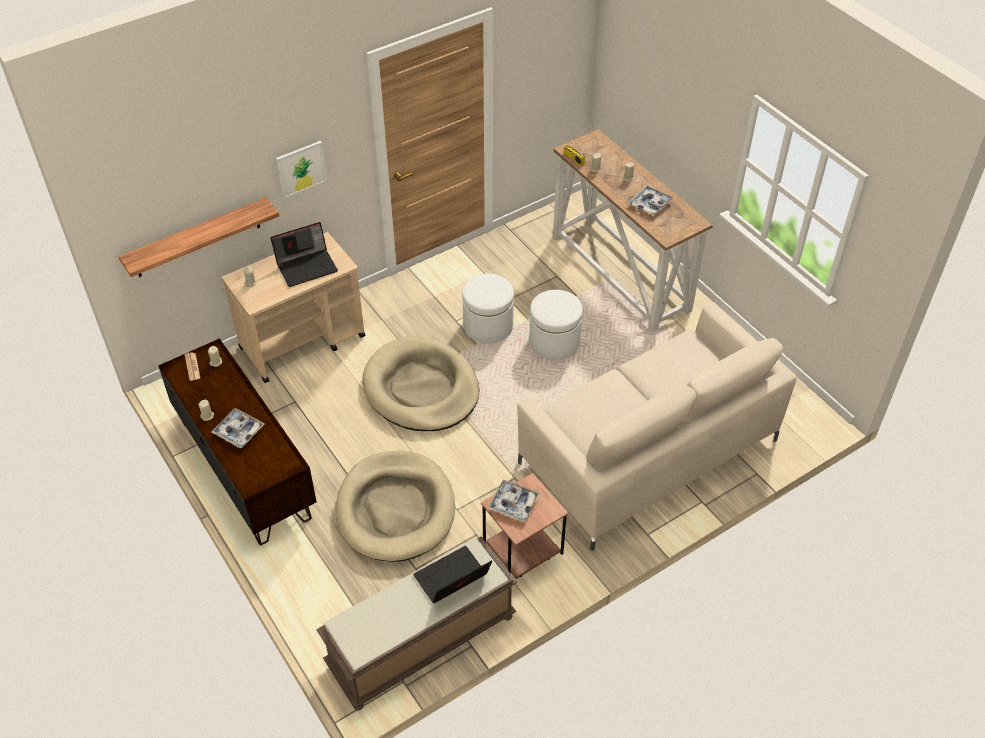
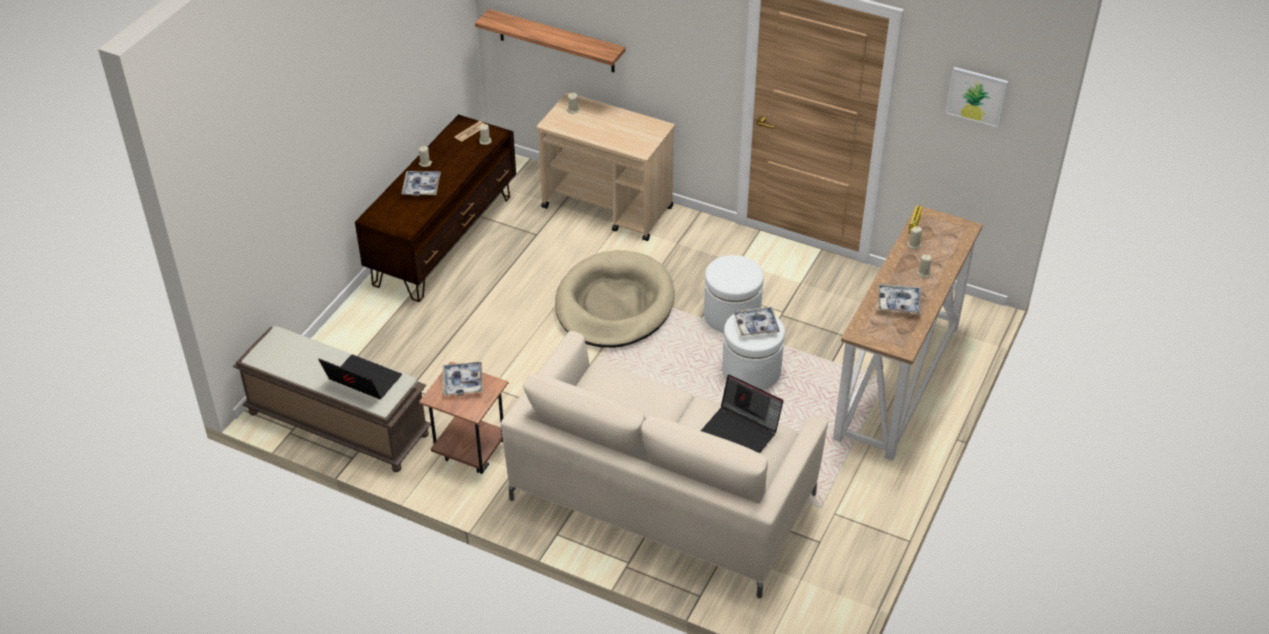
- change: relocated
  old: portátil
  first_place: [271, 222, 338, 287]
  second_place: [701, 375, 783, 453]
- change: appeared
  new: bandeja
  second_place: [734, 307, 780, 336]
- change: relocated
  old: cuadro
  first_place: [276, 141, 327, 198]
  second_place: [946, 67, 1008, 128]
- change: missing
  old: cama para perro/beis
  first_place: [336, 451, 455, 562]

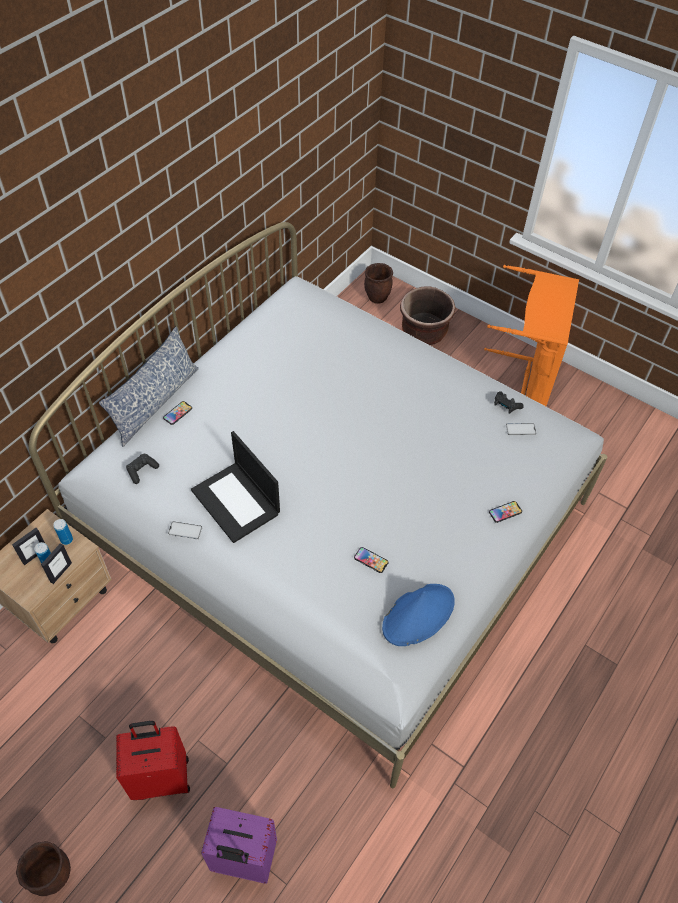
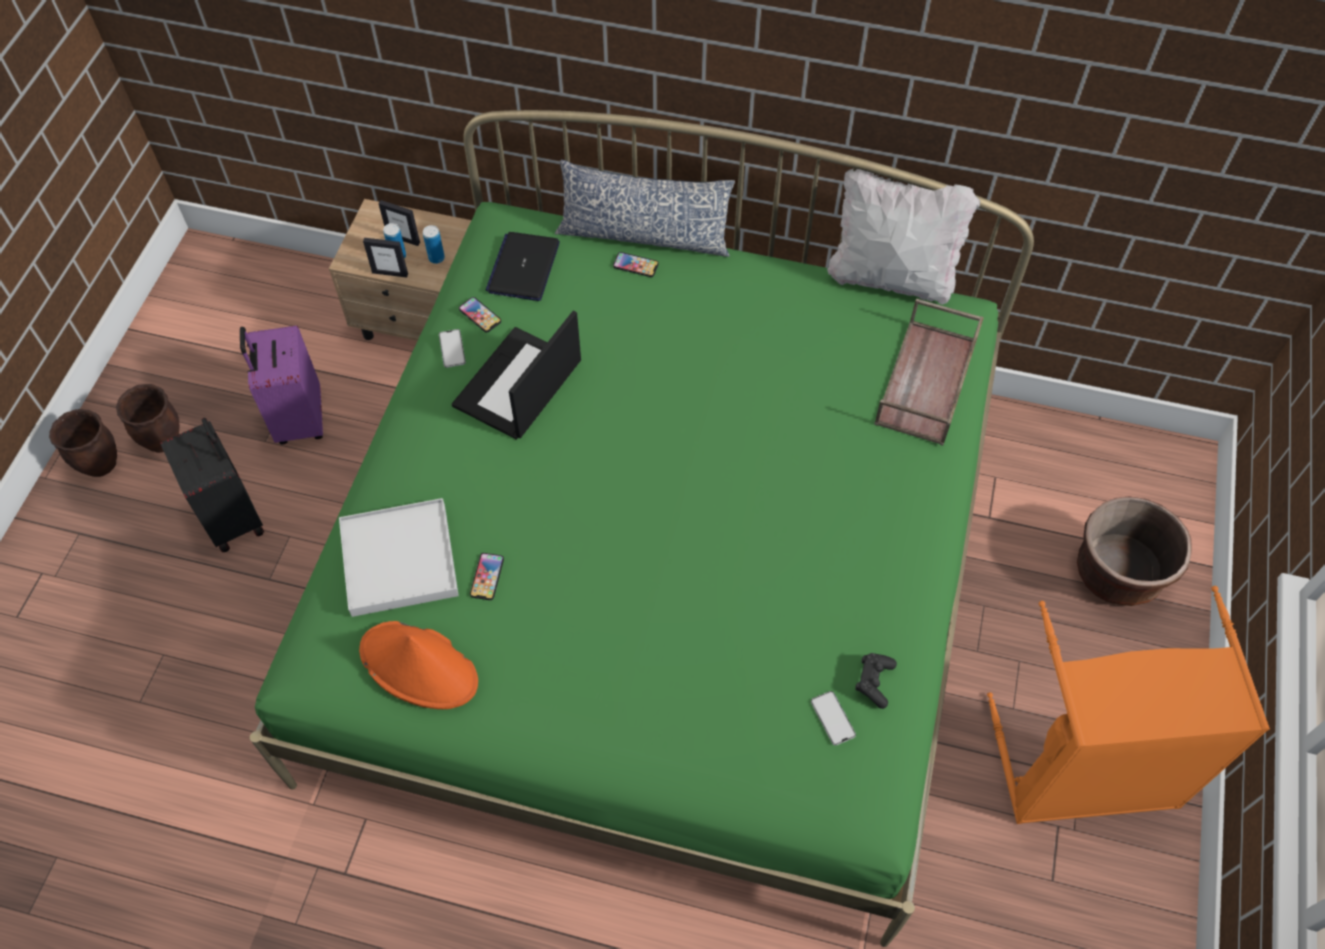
- change: relocated
  old: maceta/marrón
  first_place: [364, 263, 393, 304]
  second_place: [116, 384, 180, 453]
- change: colour
  old: maleta/rojo
  new: maleta/negro
  first_place: [116, 721, 190, 800]
  second_place: [160, 418, 264, 553]
- change: relocated
  old: maleta/morado
  first_place: [201, 807, 277, 884]
  second_place: [240, 326, 323, 444]
- change: colour
  old: cama/blanco
  new: cama/verde
  first_place: [29, 222, 607, 788]
  second_place: [250, 110, 1034, 947]
- change: appeared
  new: bandeja/blanco
  second_place: [339, 498, 459, 617]
- change: colour
  old: sombrero/azul
  new: sombrero/naranja
  first_place: [382, 584, 455, 646]
  second_place: [359, 621, 478, 709]
- change: relocated
  old: móvil
  first_place: [489, 501, 522, 523]
  second_place: [459, 297, 501, 333]
- change: exchanged
  old: mando de consola/negro
  new: portátil
  first_place: [126, 454, 159, 484]
  second_place: [486, 232, 560, 301]
- change: appeared
  new: cojín/blanco
  second_place: [827, 169, 980, 305]
- change: appeared
  new: bandeja/marrón
  second_place: [874, 299, 984, 446]

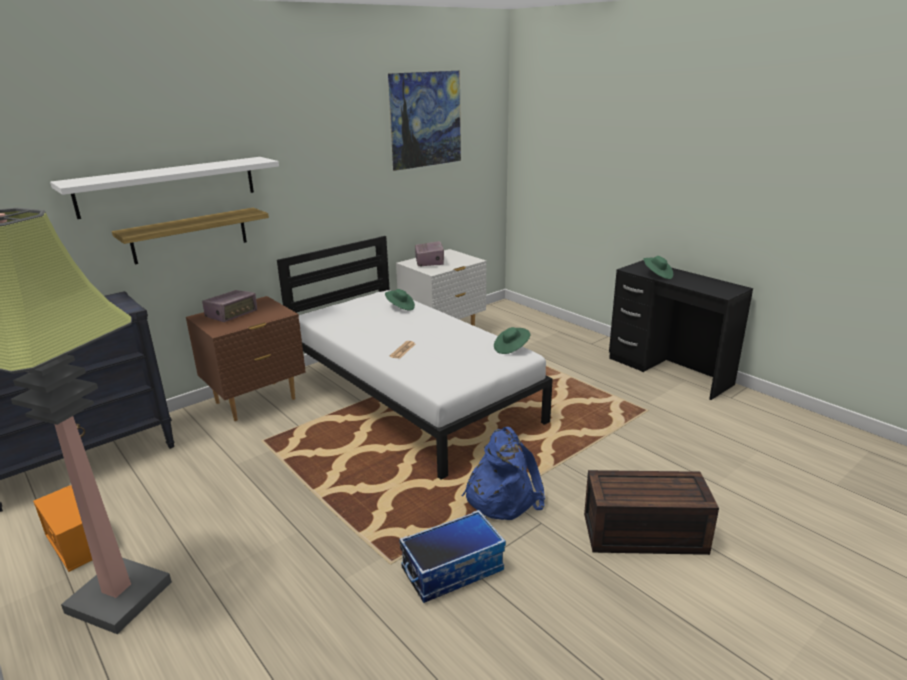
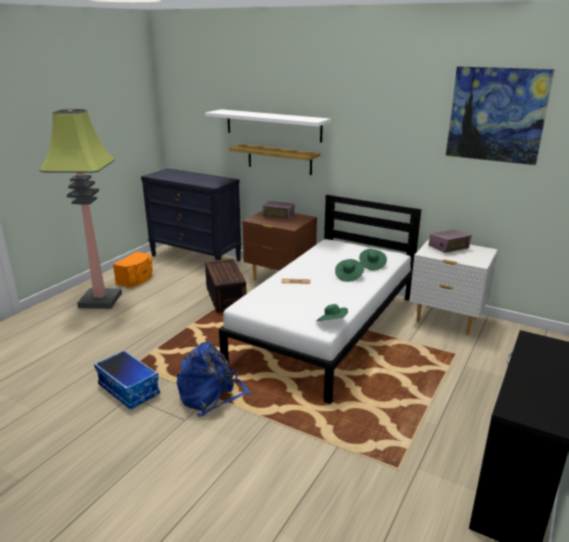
- change: relocated
  old: caja de almacenaje/marrón
  first_place: [584, 470, 719, 555]
  second_place: [205, 259, 247, 313]
- change: relocated
  old: sombrero/verde
  first_place: [644, 256, 673, 279]
  second_place: [335, 259, 364, 282]

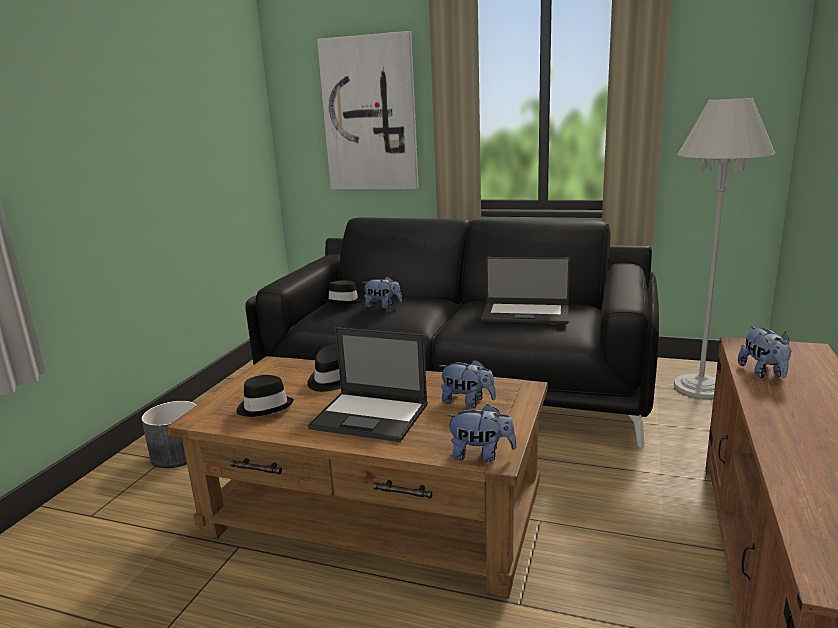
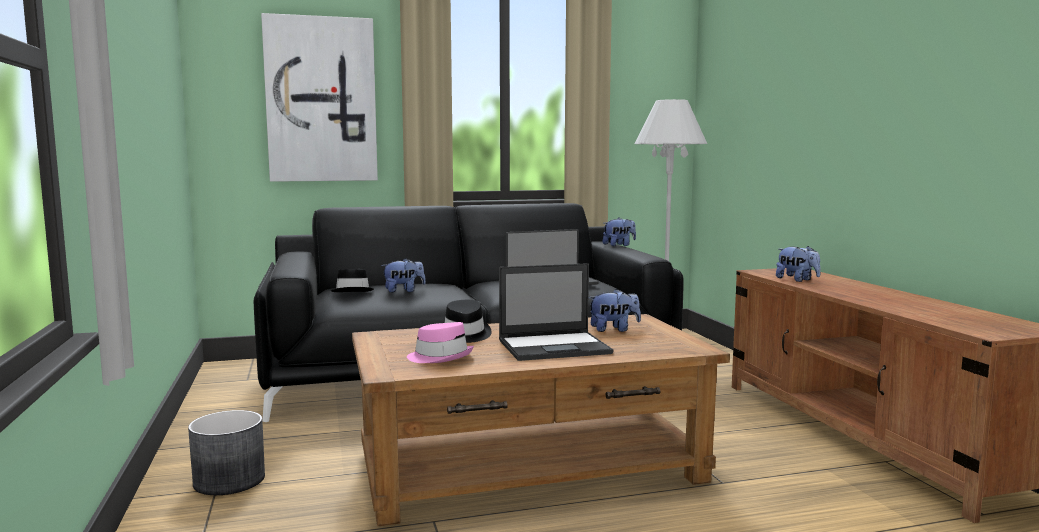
- change: colour
  old: sombrero/negro
  new: sombrero/rosa
  first_place: [237, 375, 294, 417]
  second_place: [407, 322, 474, 363]
- change: relocated
  old: peluche
  first_place: [445, 404, 517, 462]
  second_place: [603, 218, 636, 246]

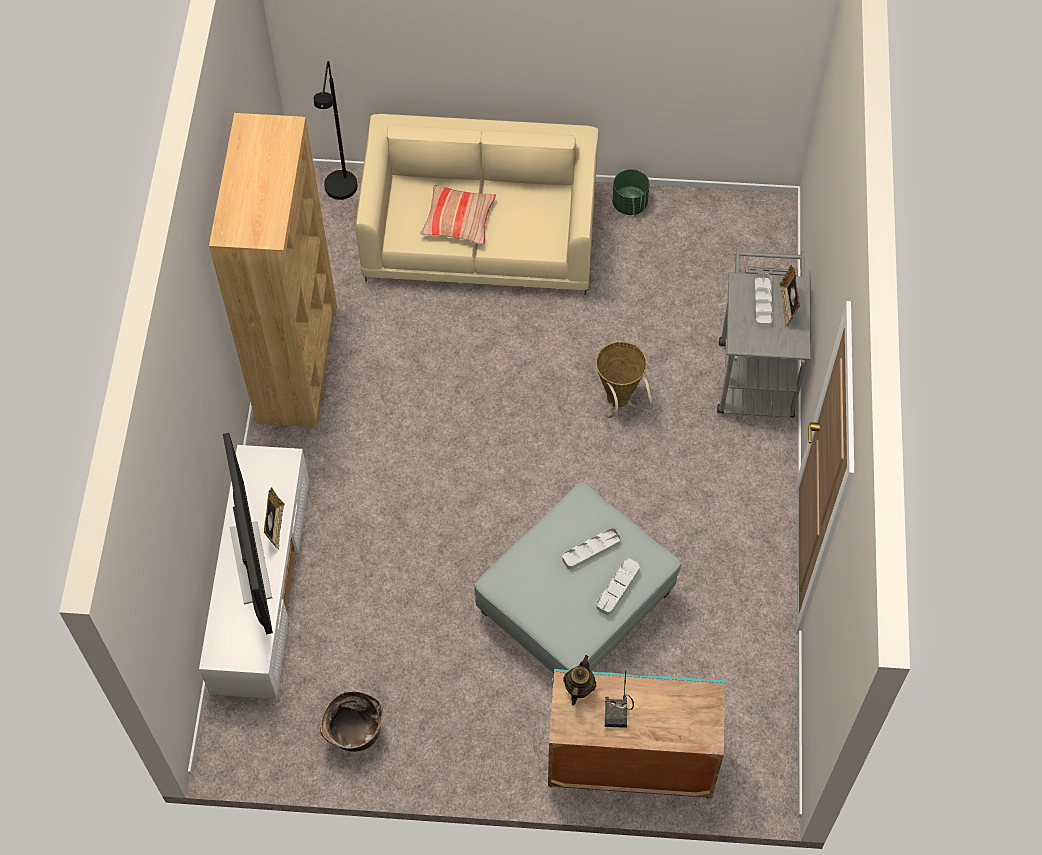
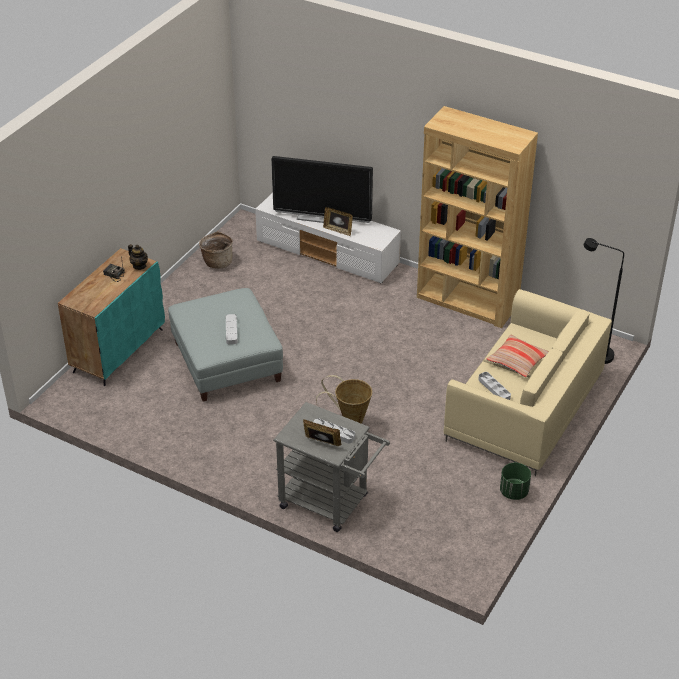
- change: relocated
  old: bandeja/gris
  first_place: [596, 558, 640, 615]
  second_place: [478, 372, 511, 400]

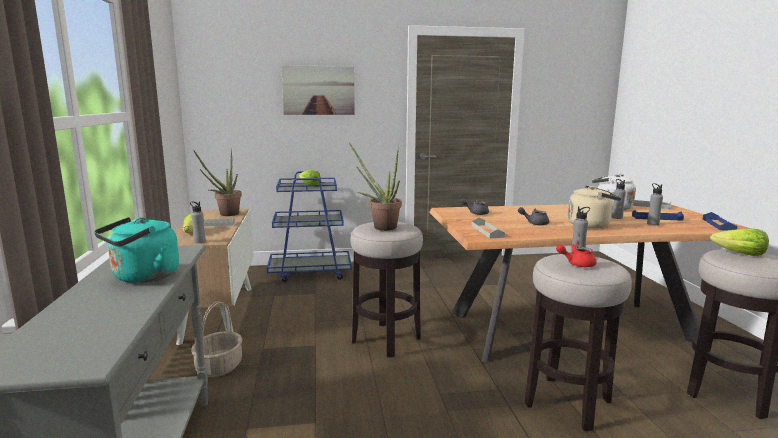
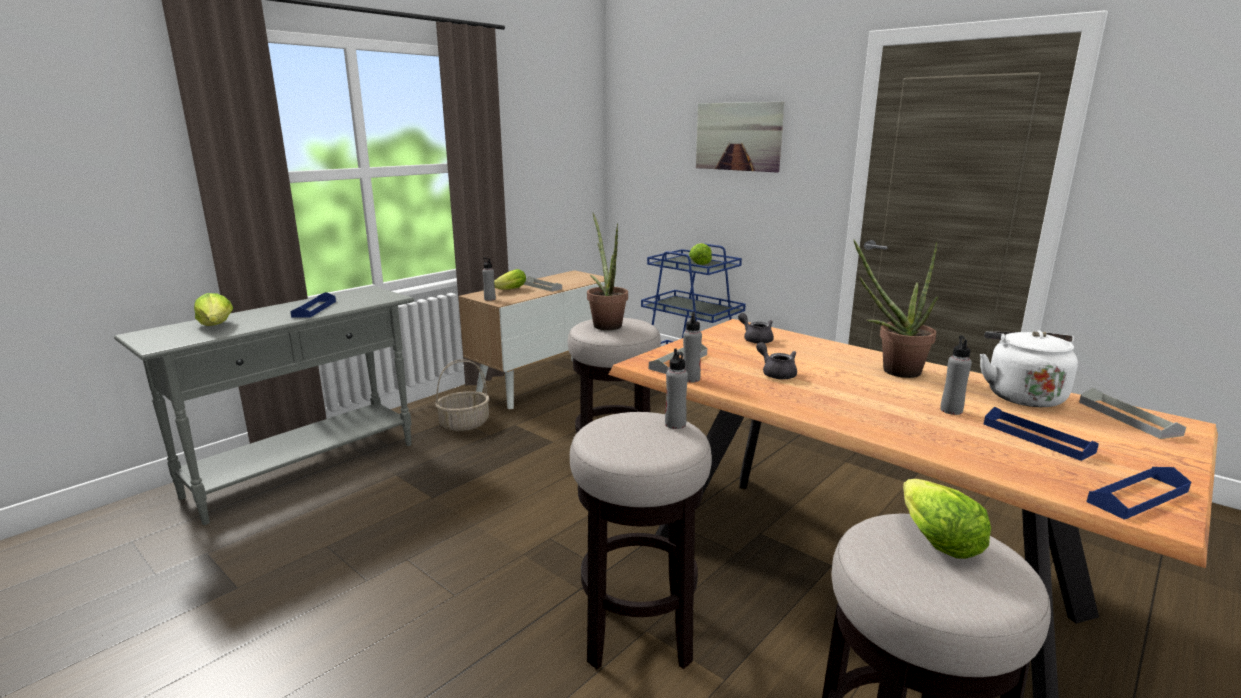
- change: appeared
  new: lechuga
  second_place: [194, 293, 233, 326]
- change: exchanged
  old: hervidor/turquesa
  new: bandeja/azul
  first_place: [94, 217, 179, 283]
  second_place: [290, 292, 336, 317]
- change: relocated
  old: botella/gris
  first_place: [647, 183, 663, 225]
  second_place: [683, 312, 702, 383]
- change: relocated
  old: planta en maceta
  first_place: [194, 149, 242, 216]
  second_place: [853, 239, 938, 378]
- change: missing
  old: tetera/rojo
  first_place: [556, 244, 597, 267]
- change: missing
  old: hervidor/beis
  first_place: [568, 186, 621, 228]

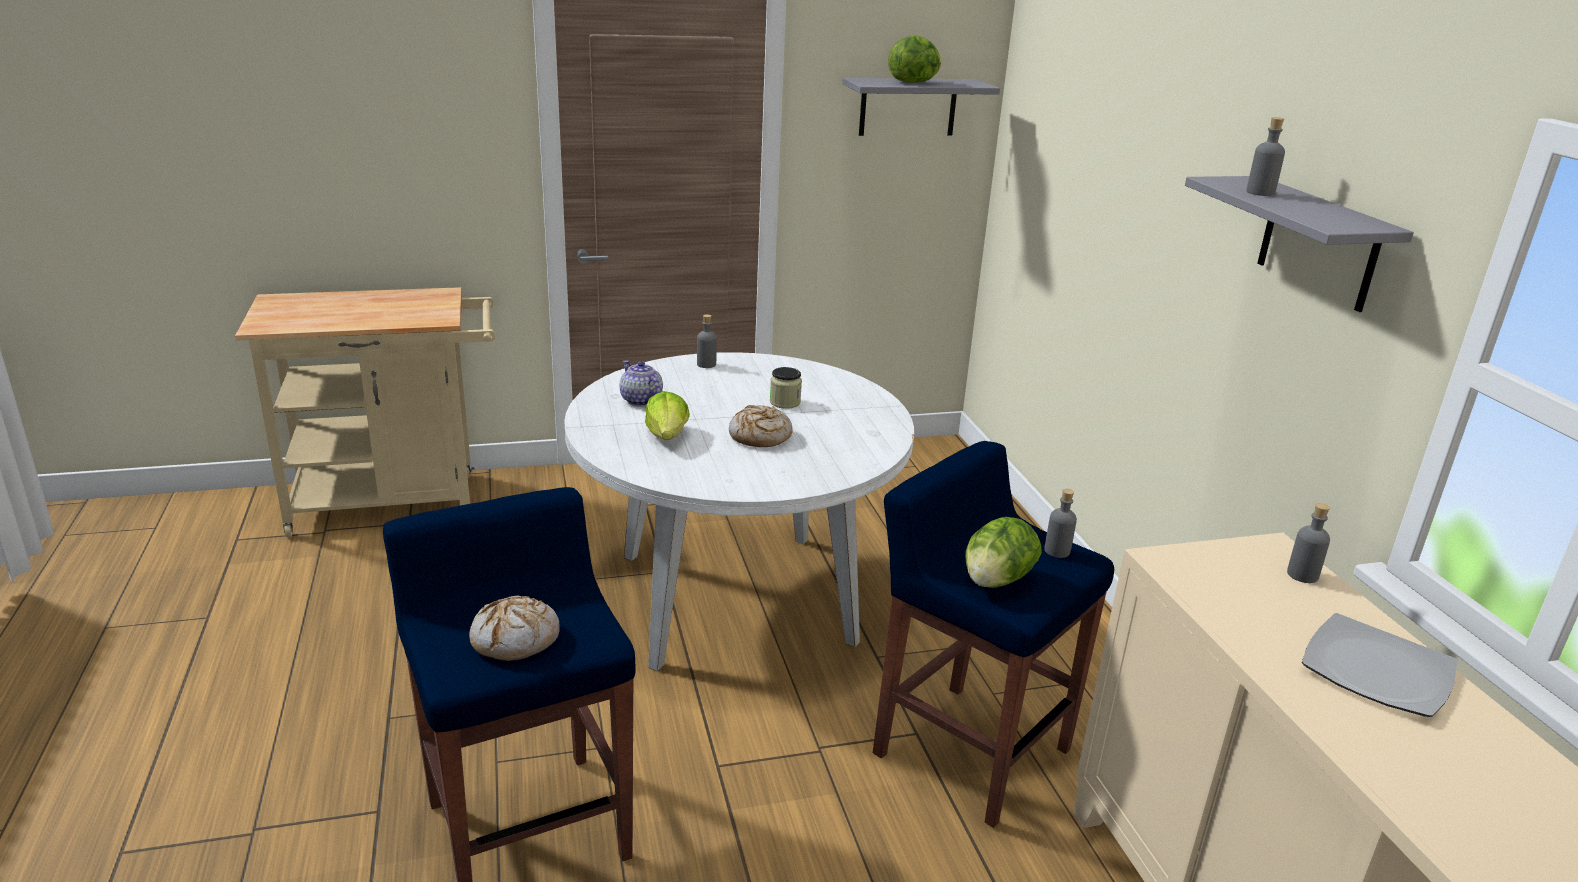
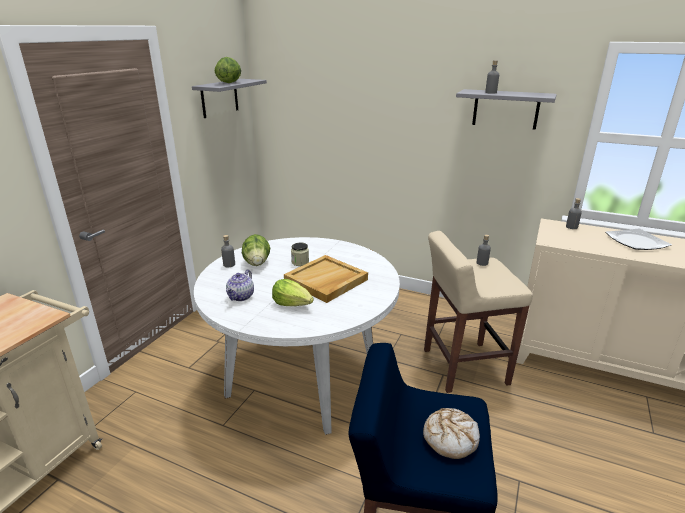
- change: spun
  old: tetera
  first_place: [620, 360, 663, 407]
  second_place: [226, 270, 254, 301]
  degrees: -75
- change: relocated
  old: lechuga
  first_place: [965, 517, 1042, 588]
  second_place: [242, 234, 270, 266]
- change: exchanged
  old: pan
  new: bandeja/beis
  first_place: [729, 405, 793, 447]
  second_place: [284, 255, 368, 303]
- change: colour
  old: taburete/azul
  new: taburete/beis
  first_place: [873, 441, 1114, 828]
  second_place: [424, 231, 533, 393]

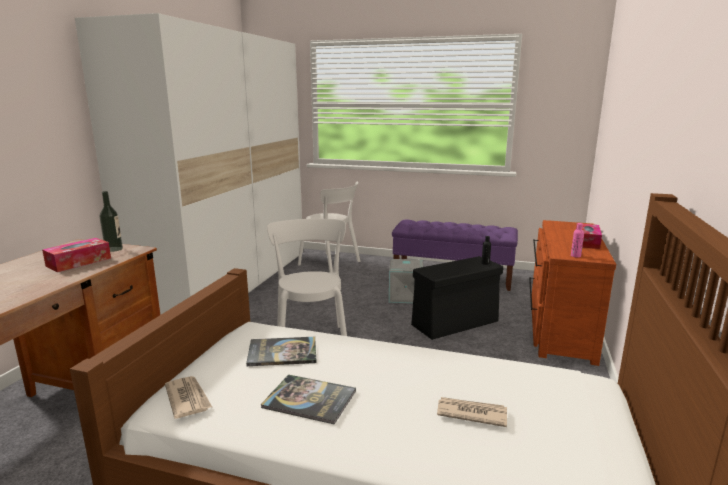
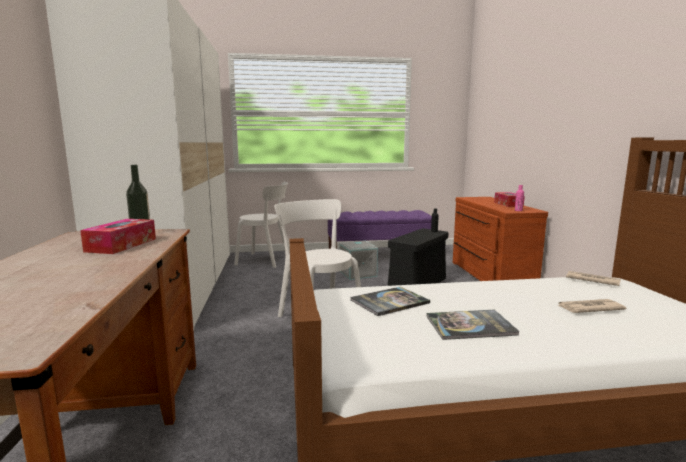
- change: relocated
  old: periódico
  first_place: [165, 376, 212, 419]
  second_place: [566, 271, 621, 286]

